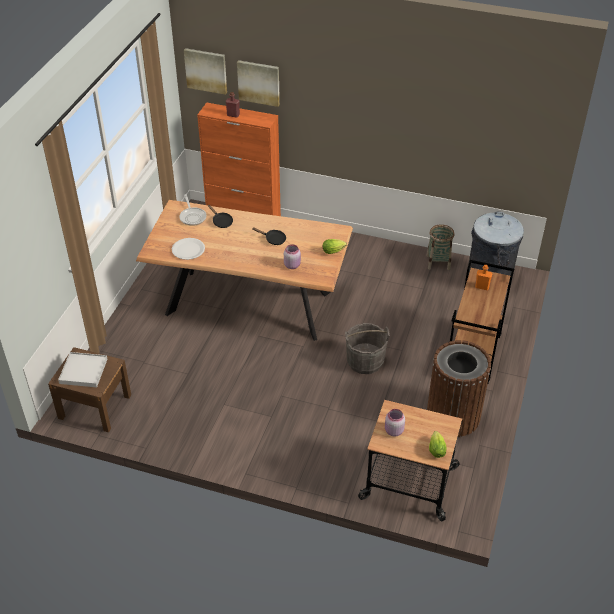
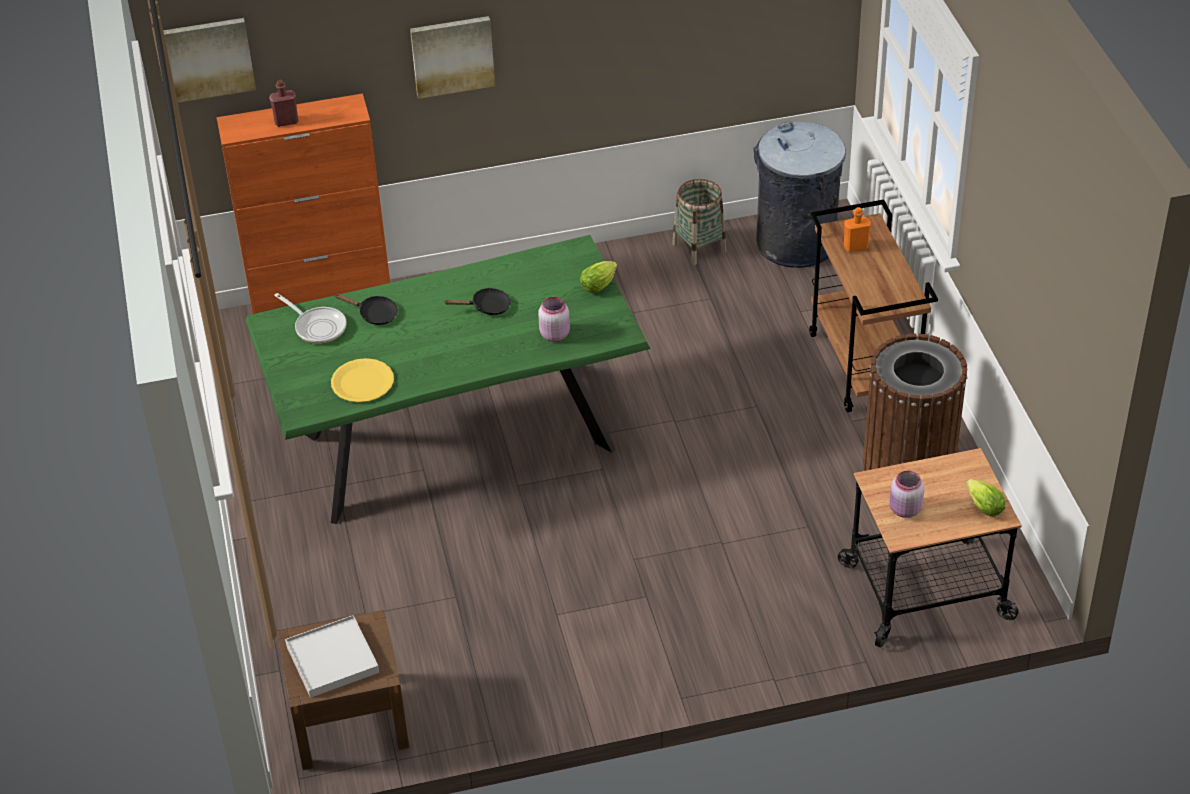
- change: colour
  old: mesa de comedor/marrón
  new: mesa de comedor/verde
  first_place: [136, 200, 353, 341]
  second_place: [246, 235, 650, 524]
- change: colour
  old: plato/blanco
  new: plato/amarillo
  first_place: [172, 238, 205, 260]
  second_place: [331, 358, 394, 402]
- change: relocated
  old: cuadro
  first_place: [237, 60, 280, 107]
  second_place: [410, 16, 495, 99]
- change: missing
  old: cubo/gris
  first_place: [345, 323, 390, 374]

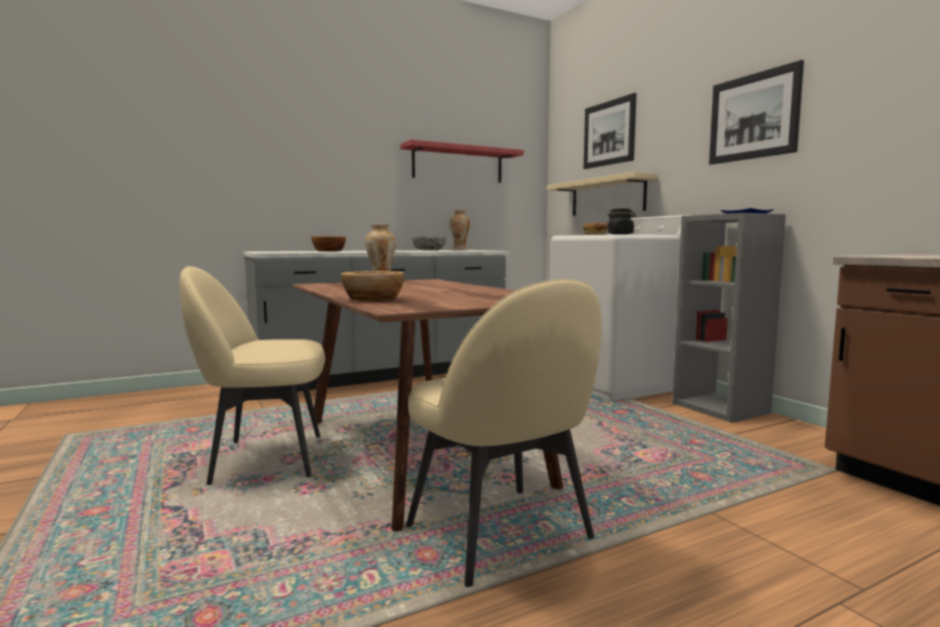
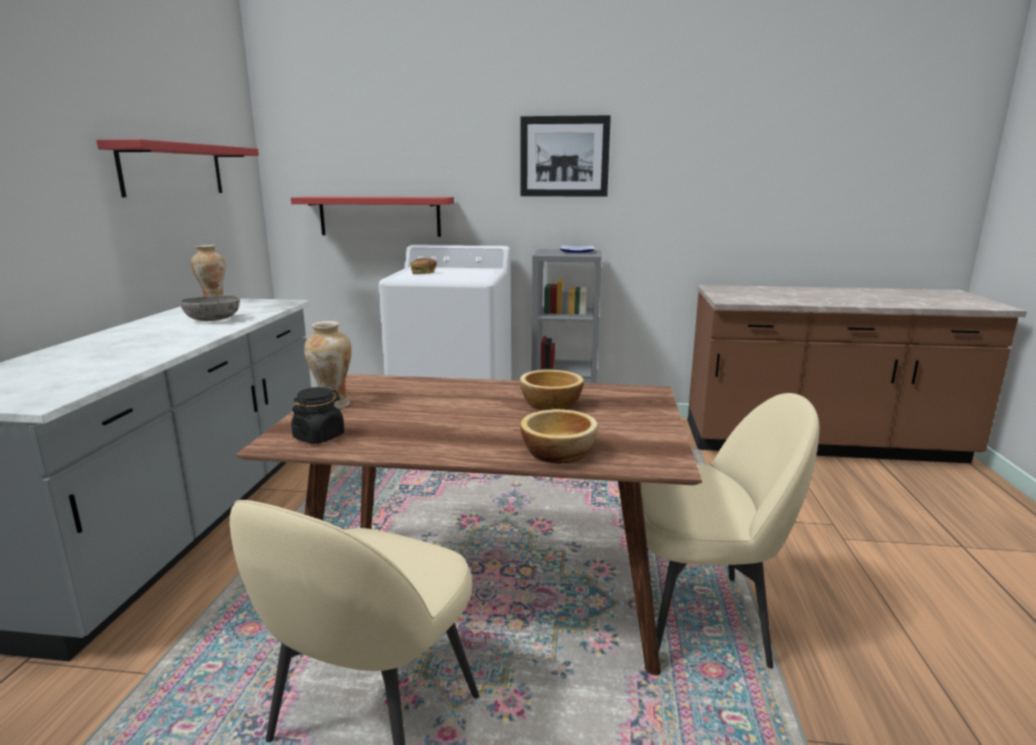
- change: colour
  old: estante/beis
  new: estante/rojo
  first_place: [547, 172, 657, 216]
  second_place: [291, 196, 454, 237]
- change: relocated
  old: tarro/negro
  first_place: [607, 209, 636, 235]
  second_place: [291, 387, 344, 444]
- change: relocated
  old: cuenco
  first_place: [311, 236, 346, 251]
  second_place: [520, 370, 584, 410]
- change: missing
  old: cuadro
  first_place: [584, 93, 636, 169]

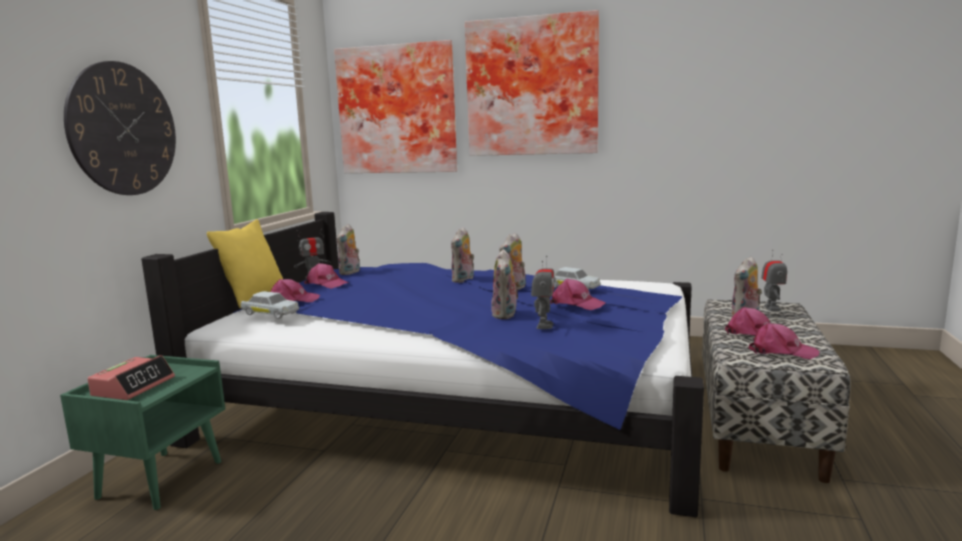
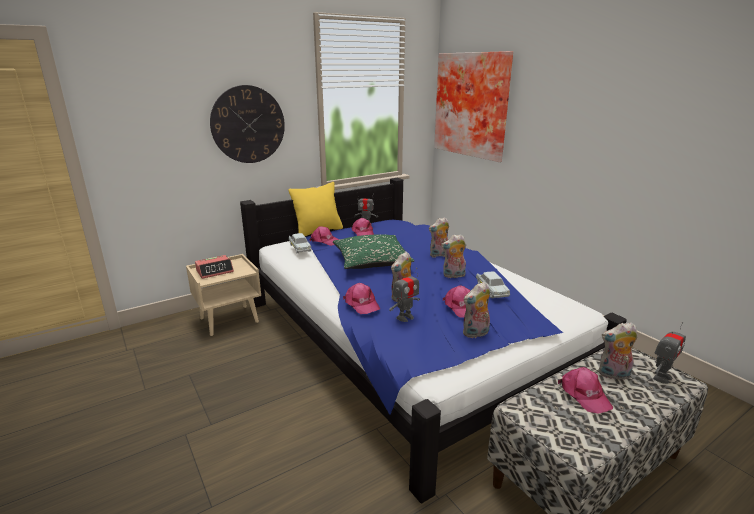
- change: colour
  old: mesita de noche/verde
  new: mesita de noche/beis
  first_place: [60, 355, 225, 510]
  second_place: [186, 254, 261, 336]
- change: appeared
  new: cojín/verde
  second_place: [333, 234, 415, 269]
- change: relocated
  old: gorra/rosa
  first_place: [749, 323, 819, 359]
  second_place: [343, 283, 380, 314]
- change: relocated
  old: peluche
  first_place: [337, 224, 360, 275]
  second_place: [463, 282, 490, 338]
- change: missing
  old: cuadro
  first_place: [465, 10, 599, 156]

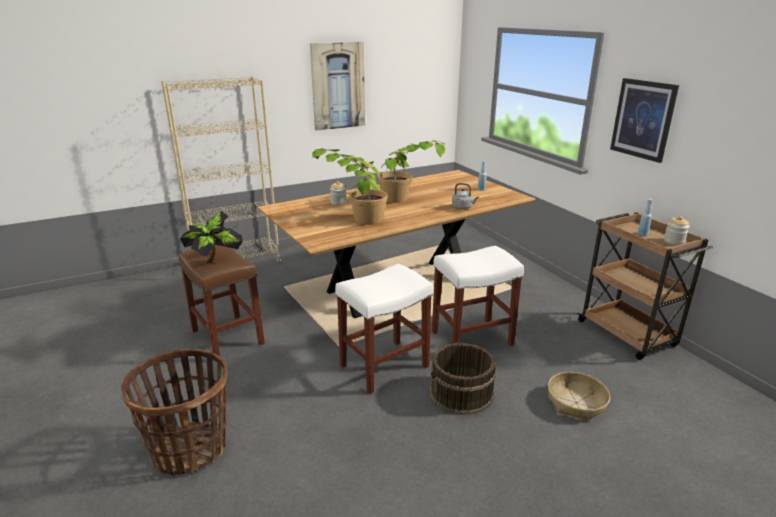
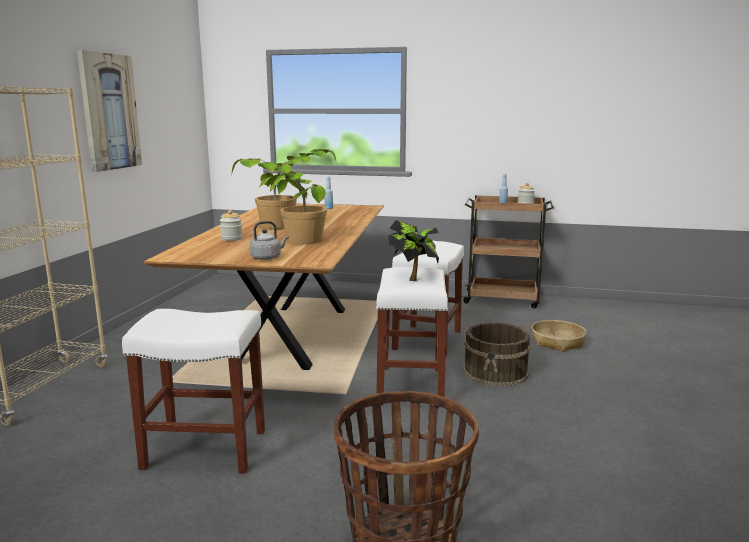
- change: colour
  old: taburete/marrón
  new: taburete/blanco
  first_place: [178, 245, 265, 362]
  second_place: [122, 309, 265, 474]
- change: relocated
  old: hervidor/gris
  first_place: [452, 183, 479, 209]
  second_place: [250, 221, 289, 260]
- change: relocated
  old: planta en maceta
  first_place: [180, 211, 243, 264]
  second_place: [388, 220, 439, 281]
- change: missing
  old: cuadro
  first_place: [610, 78, 679, 163]

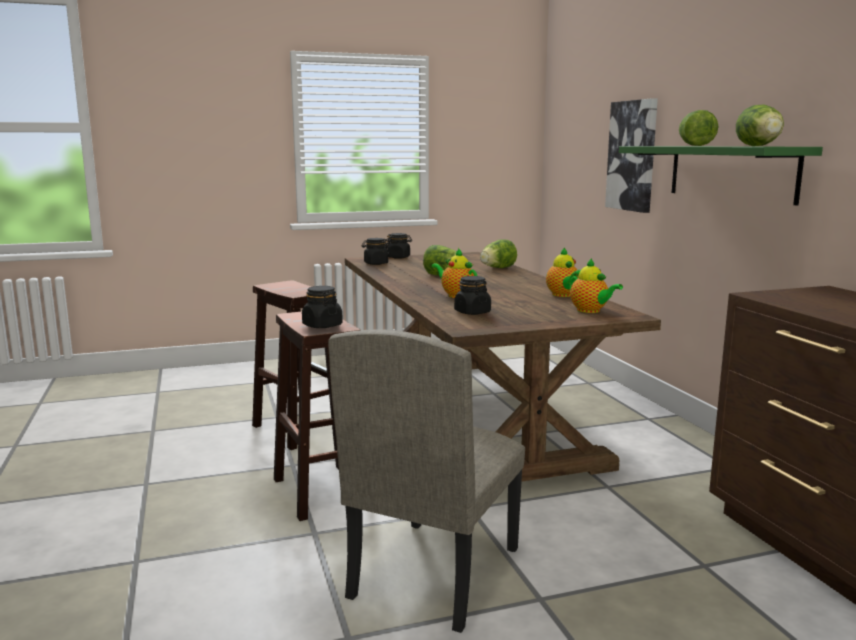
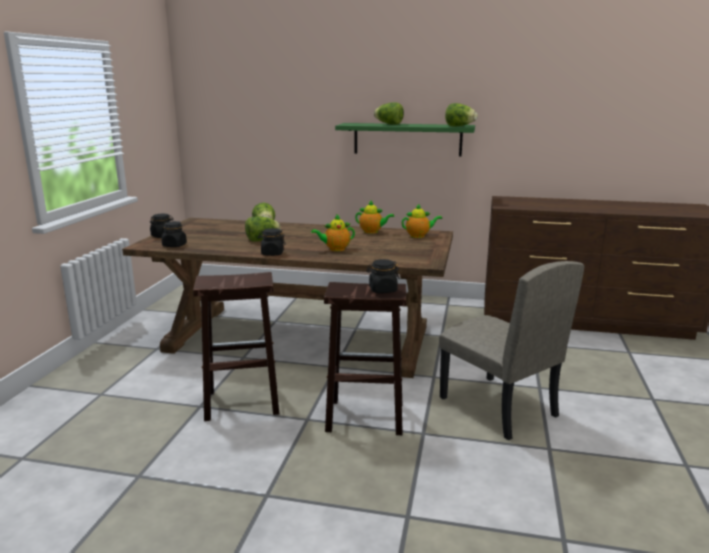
- change: relocated
  old: tarro/negro
  first_place: [454, 276, 491, 315]
  second_place: [258, 228, 286, 256]
- change: missing
  old: cuadro
  first_place: [605, 98, 658, 213]

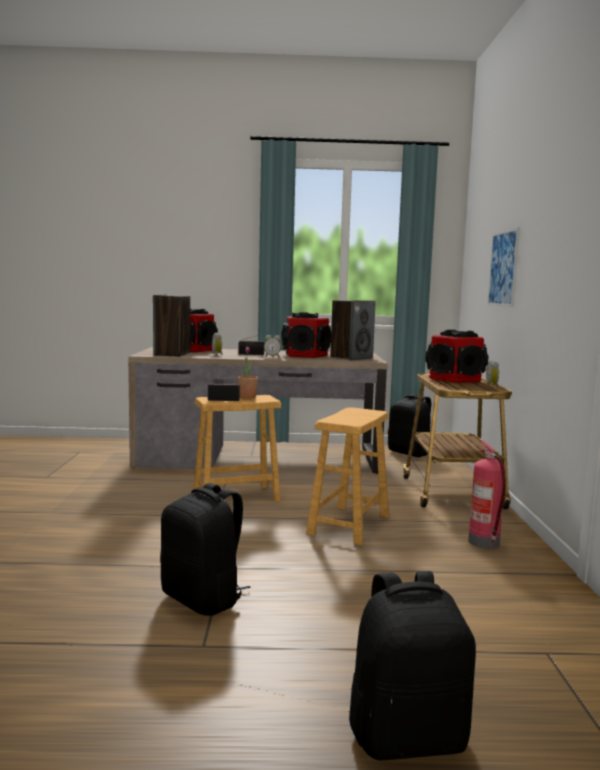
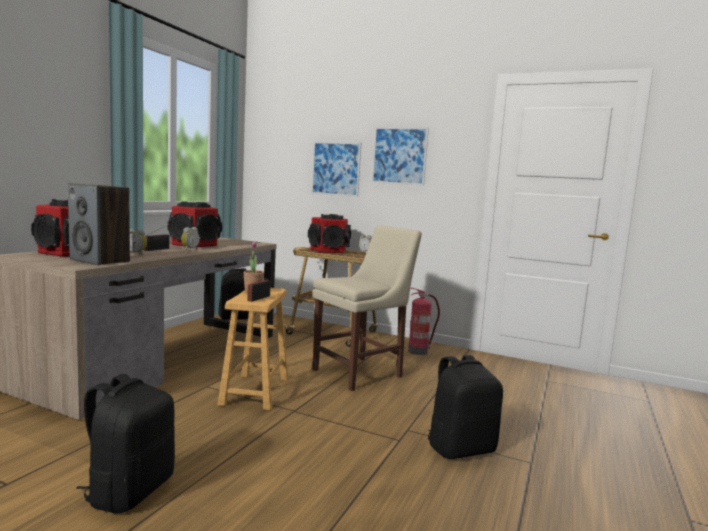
- change: relocated
  old: mochila/negro
  first_place: [349, 571, 476, 761]
  second_place: [76, 374, 175, 513]
- change: exchanged
  old: taburete/marrón
  new: silla/beis
  first_place: [306, 407, 389, 546]
  second_place: [313, 225, 422, 391]
- change: appeared
  new: cuadro
  second_place: [371, 127, 429, 186]
- change: missing
  old: altavoz
  first_place: [331, 300, 376, 360]

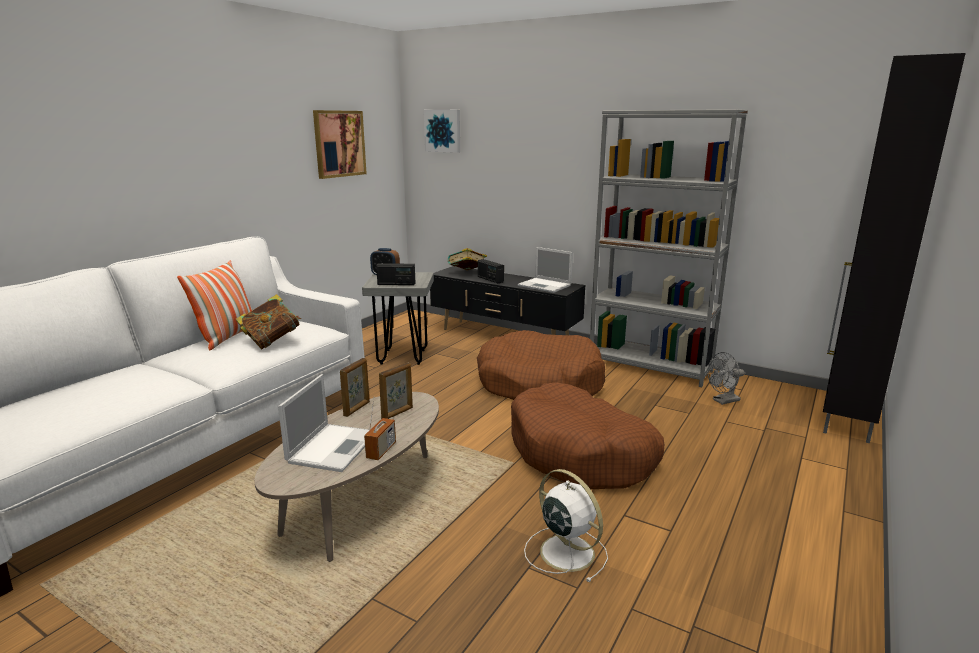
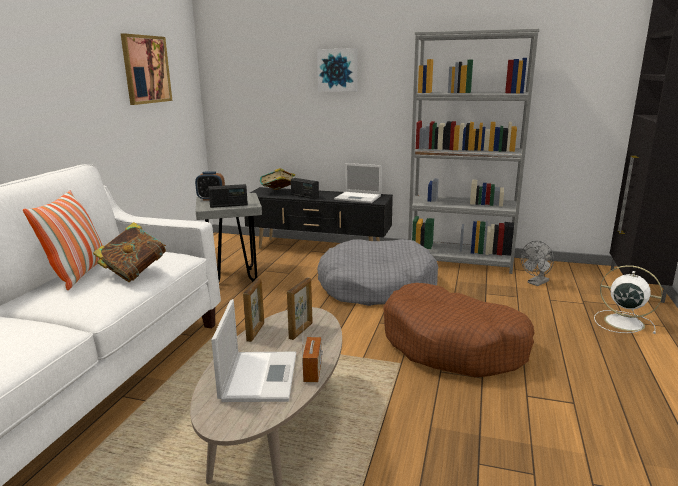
- change: relocated
  old: cuadro
  first_place: [424, 110, 460, 153]
  second_place: [317, 48, 358, 92]
- change: colour
  old: cama para perro/marrón
  new: cama para perro/gris
  first_place: [477, 330, 605, 400]
  second_place: [317, 239, 438, 306]
- change: relocated
  old: ventilador/blanco
  first_place: [524, 469, 608, 582]
  second_place: [594, 265, 662, 334]

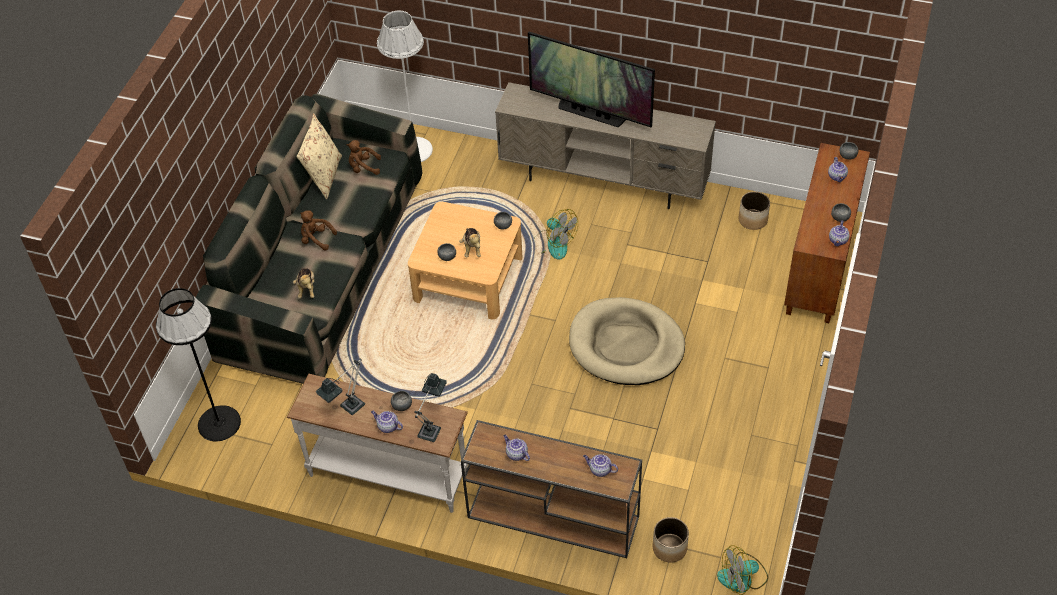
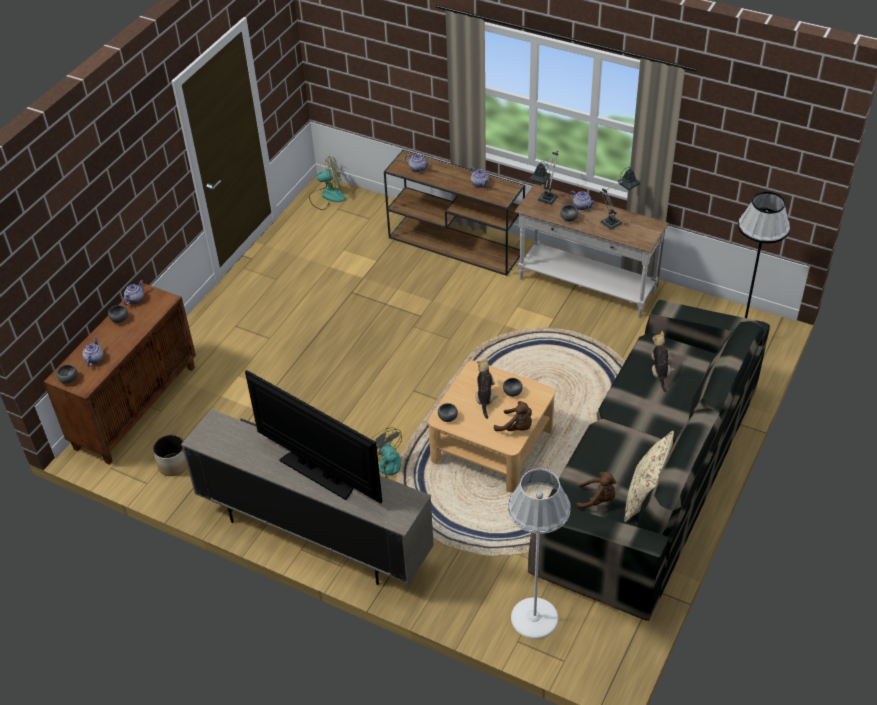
- change: relocated
  old: peluche/marrón
  first_place: [300, 210, 337, 250]
  second_place: [494, 401, 532, 431]
- change: missing
  old: cama para perro/beis
  first_place: [569, 297, 685, 385]
- change: missing
  old: maceta
  first_place: [652, 517, 689, 563]

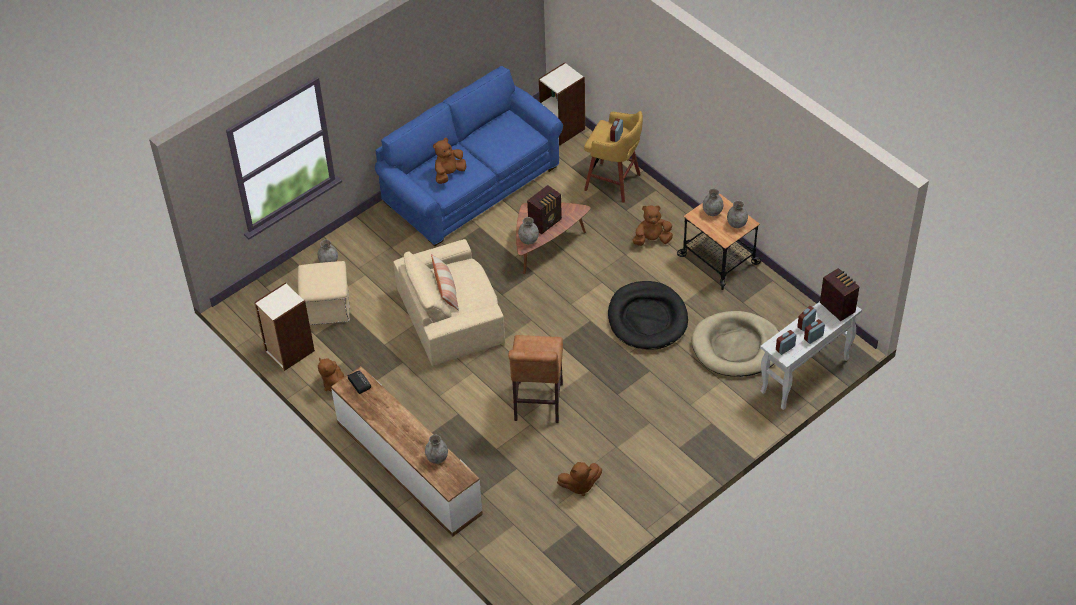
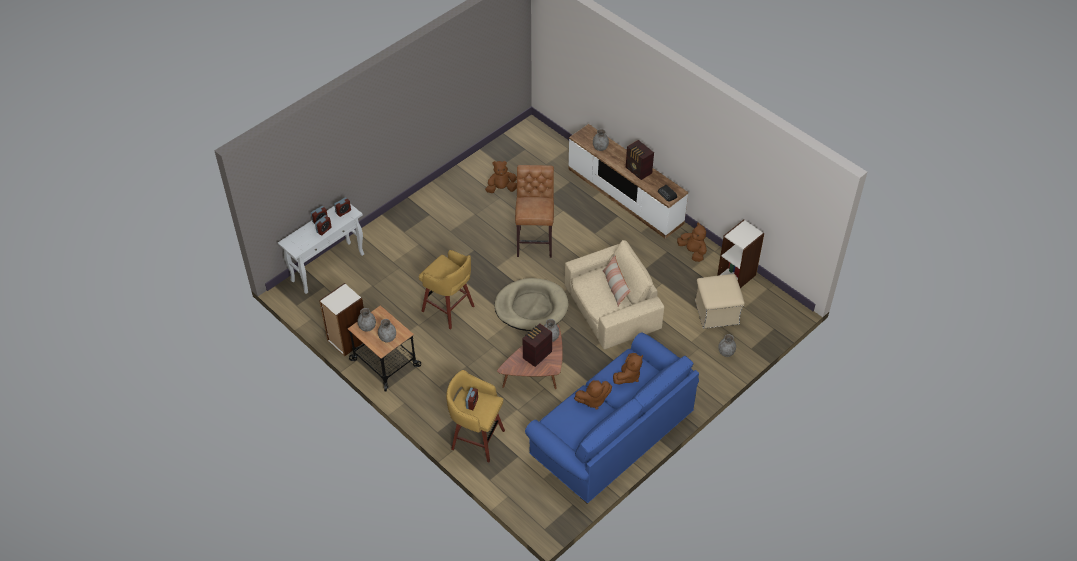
- change: relocated
  old: estantería
  first_place: [539, 62, 585, 145]
  second_place: [319, 283, 364, 357]
- change: exchanged
  old: cama para perro/negro
  new: taburete/amarillo
  first_place: [608, 281, 688, 350]
  second_place: [419, 250, 474, 330]
- change: relocated
  old: cama para perro/beis
  first_place: [692, 311, 779, 377]
  second_place: [495, 278, 569, 331]
- change: relocated
  old: peluche/marrón
  first_place: [632, 205, 673, 246]
  second_place: [574, 380, 612, 410]
- change: relocated
  old: radio
  first_place: [820, 268, 859, 321]
  second_place: [626, 140, 654, 180]

